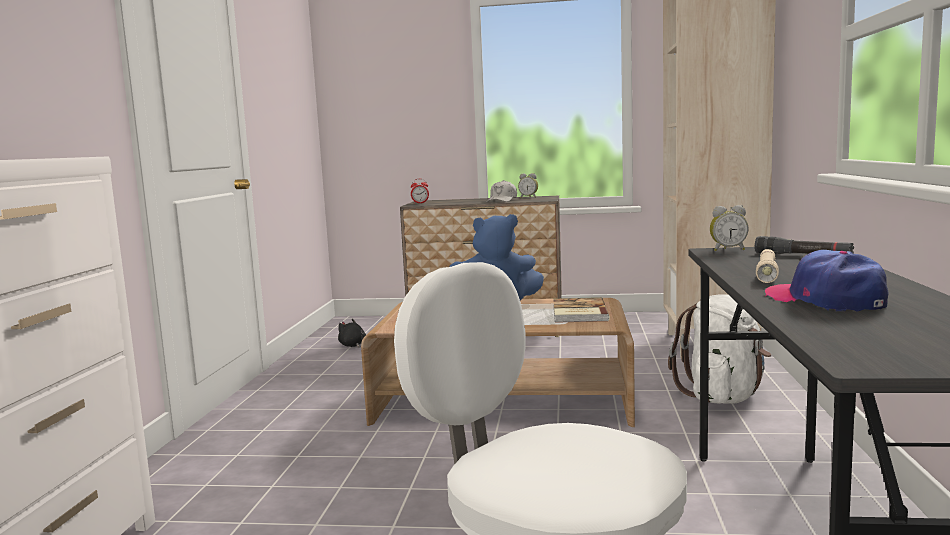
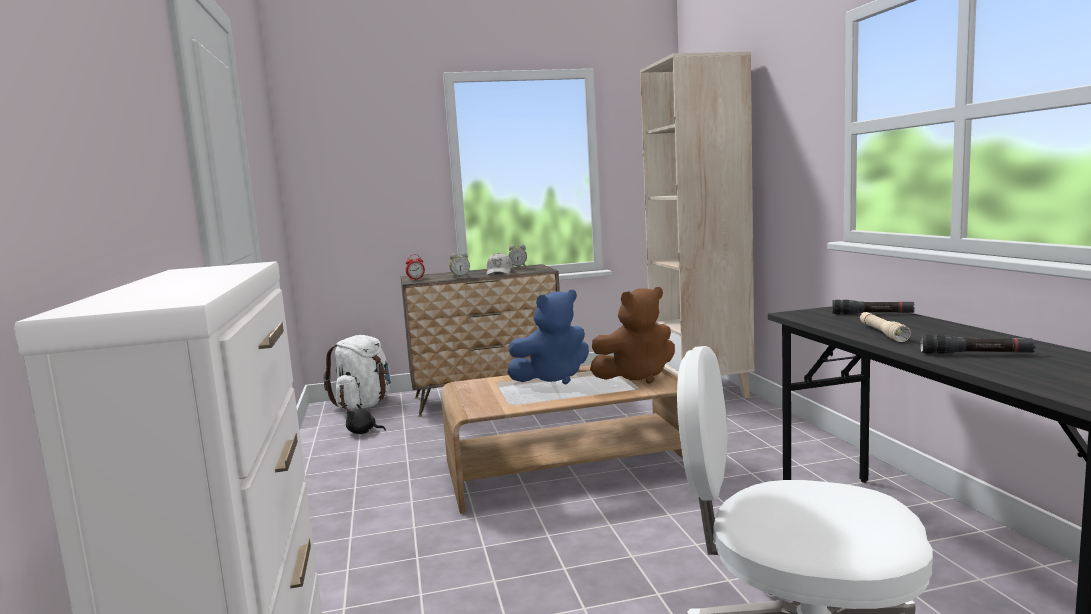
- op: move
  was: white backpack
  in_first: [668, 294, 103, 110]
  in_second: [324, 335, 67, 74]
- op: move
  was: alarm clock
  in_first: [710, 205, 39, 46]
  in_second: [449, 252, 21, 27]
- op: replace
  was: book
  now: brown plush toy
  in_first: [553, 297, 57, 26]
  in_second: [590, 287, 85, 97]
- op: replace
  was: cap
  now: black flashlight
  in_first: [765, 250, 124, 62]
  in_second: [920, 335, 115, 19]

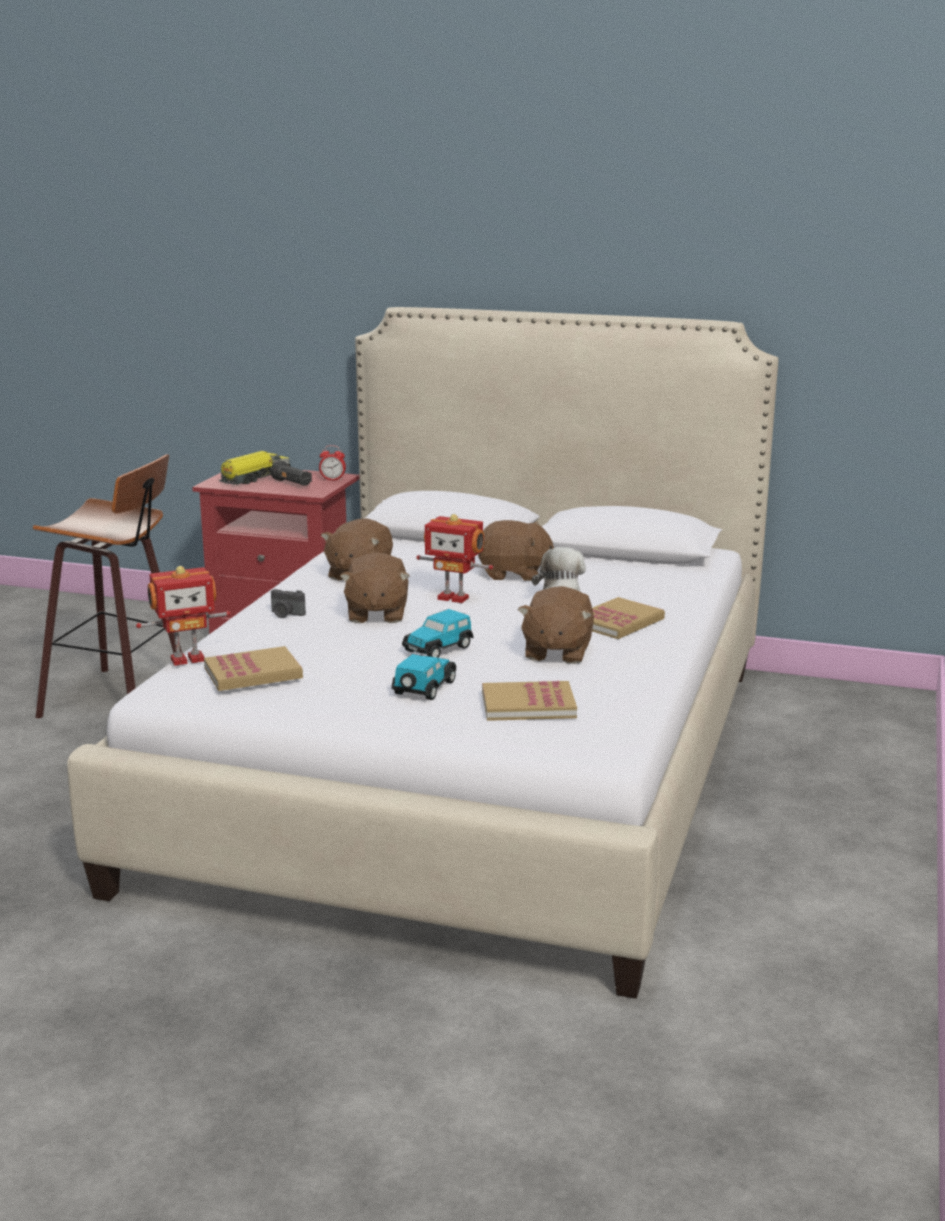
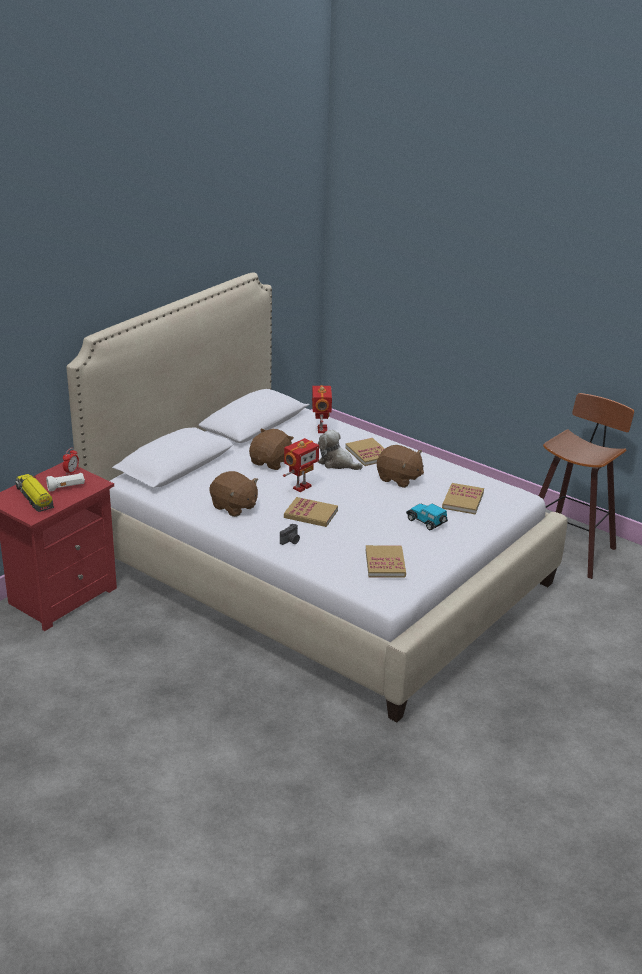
- op: recolor
  was: black flashlight
  now: white flashlight
  in_first: [270, 460, 42, 26]
  in_second: [46, 473, 39, 19]
- op: replace
  was: brown plush toy
  now: book
  in_first: [340, 552, 70, 71]
  in_second: [284, 497, 54, 30]
- op: move
  was: toy robot
  in_first: [136, 566, 95, 100]
  in_second: [312, 385, 20, 48]
- op: move
  was: stool
  in_first: [33, 454, 149, 264]
  in_second: [539, 393, 95, 186]
- op: delete
  was: toy car
  in_first: [402, 609, 72, 49]

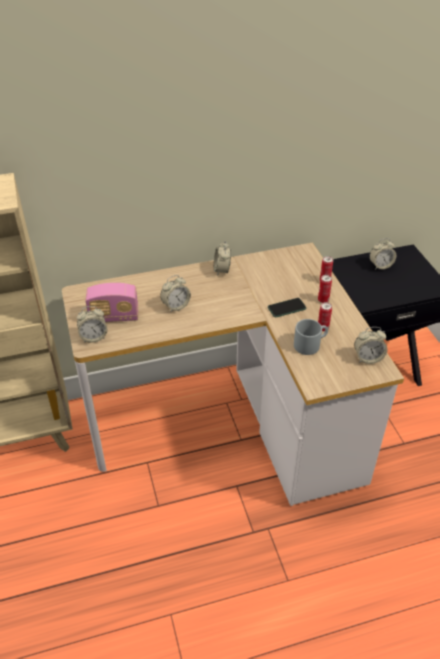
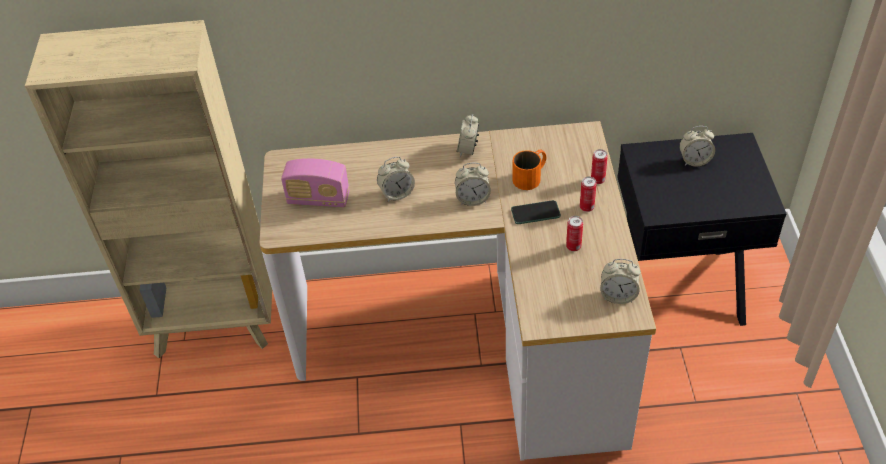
- op: move
  was: alarm clock
  in_first: [77, 306, 30, 37]
  in_second: [455, 163, 36, 43]
- op: insert
  now: orange mug
  in_second: [513, 150, 33, 40]
- op: delete
  was: grey mug
  in_first: [294, 319, 34, 36]

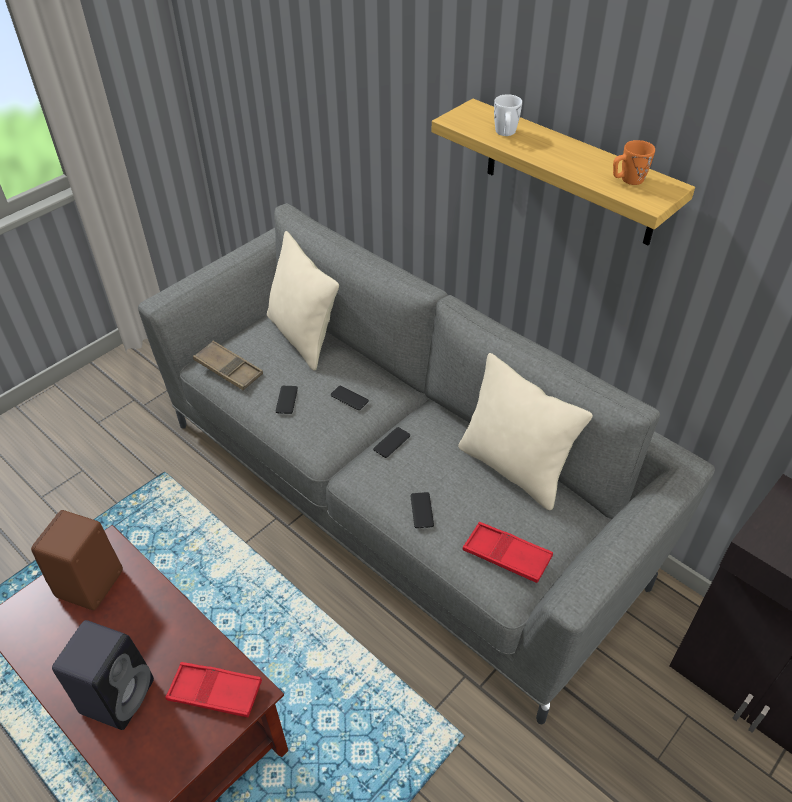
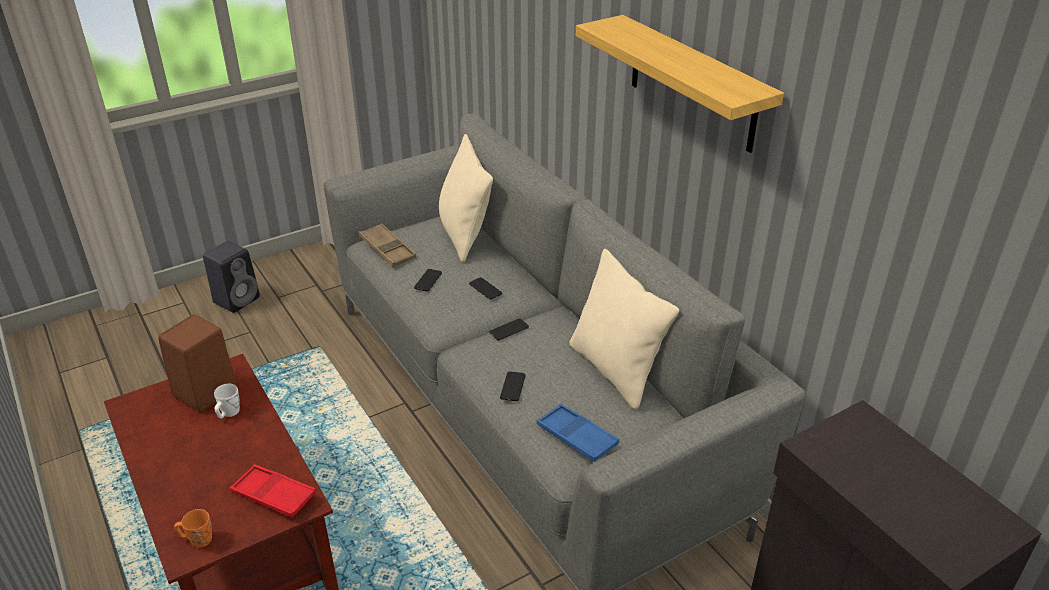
- op: move
  was: orange mug
  in_first: [613, 140, 42, 45]
  in_second: [174, 509, 38, 39]
- op: move
  was: black speaker
  in_first: [52, 620, 102, 110]
  in_second: [203, 241, 57, 72]
- op: move
  was: white mug
  in_first: [494, 94, 28, 42]
  in_second: [214, 384, 26, 34]
- op: recolor
  was: red tray
  now: blue tray
  in_first: [463, 522, 90, 61]
  in_second: [537, 404, 82, 58]

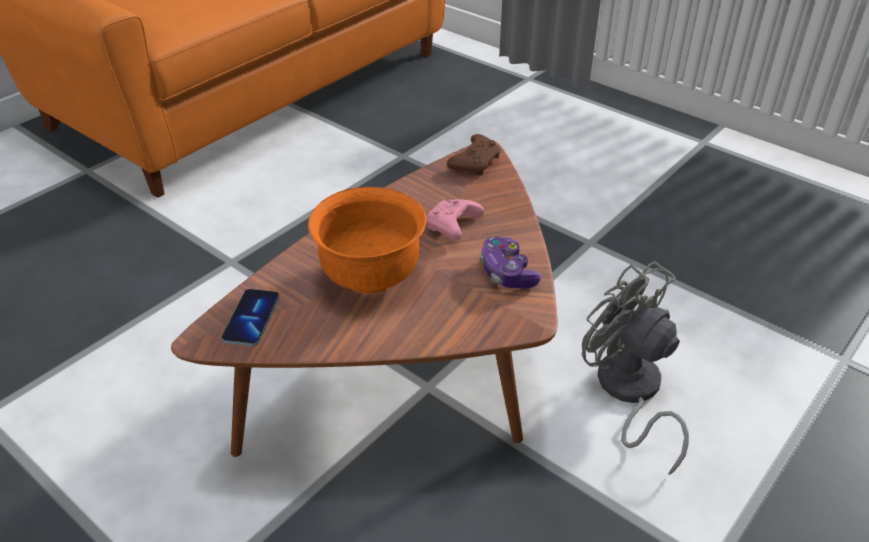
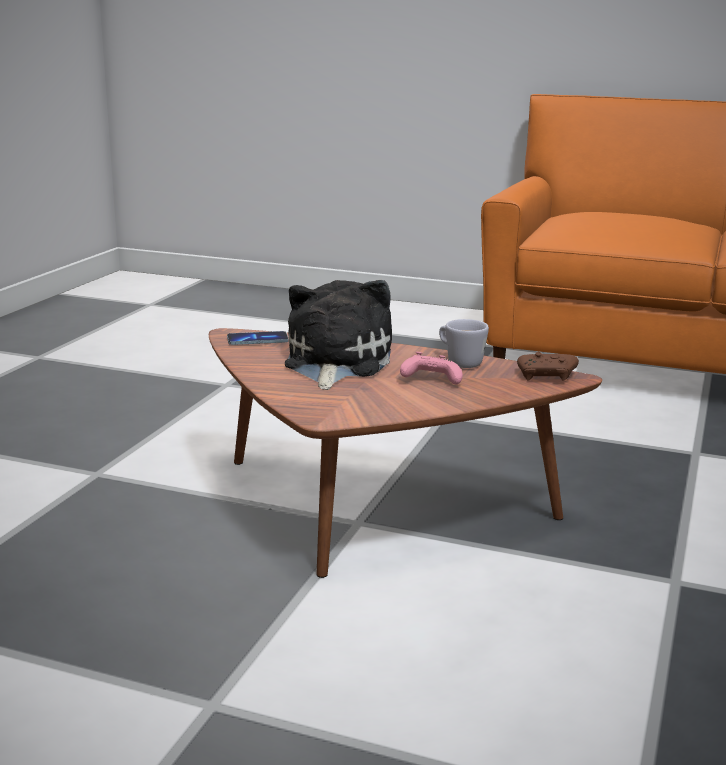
- op: replace
  was: orange bowl
  now: plush toy
  in_first: [308, 187, 118, 107]
  in_second: [285, 280, 107, 110]
- op: insert
  now: white mug
  in_second: [439, 319, 50, 49]
- op: delete
  was: game controller
  in_first: [479, 237, 62, 52]
- op: delete
  was: grey fan
  in_first: [582, 261, 107, 214]

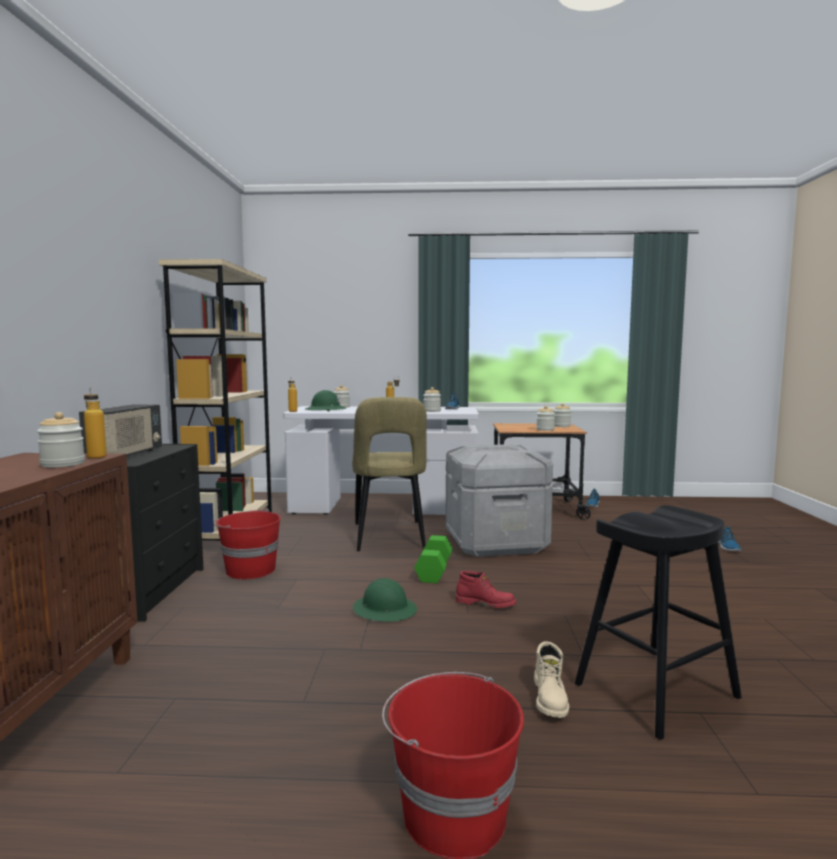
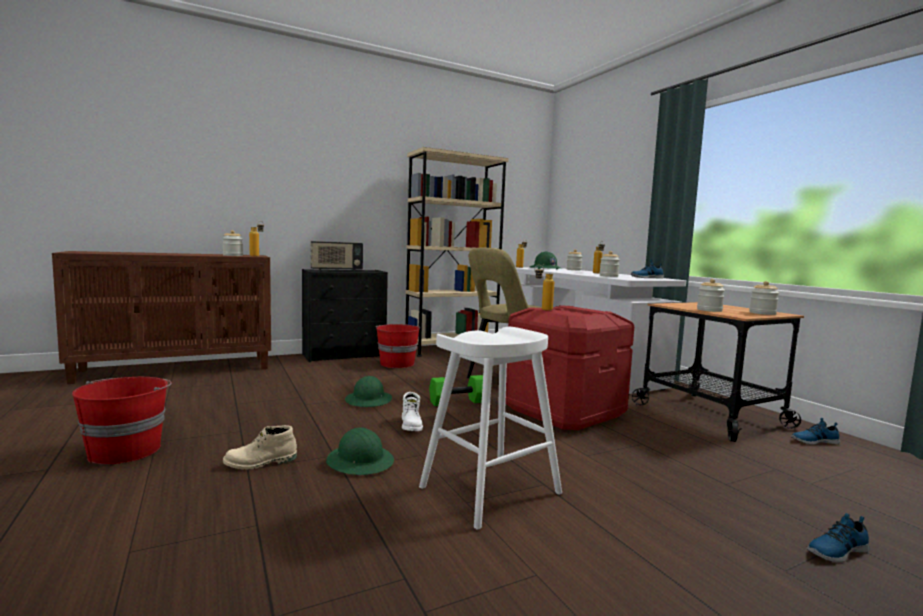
- op: insert
  now: green hard hat
  in_second: [326, 427, 68, 48]
- op: recolor
  was: red boot
  now: white boot
  in_first: [456, 571, 60, 37]
  in_second: [402, 392, 21, 39]
- op: insert
  now: white stool
  in_second: [419, 327, 143, 202]
- op: recolor
  was: grey storage box
  now: red storage box
  in_first: [445, 444, 108, 113]
  in_second: [505, 305, 129, 125]
- op: insert
  now: bottle
  in_second: [535, 265, 19, 46]
- op: delete
  was: black stool
  in_first: [575, 505, 167, 235]

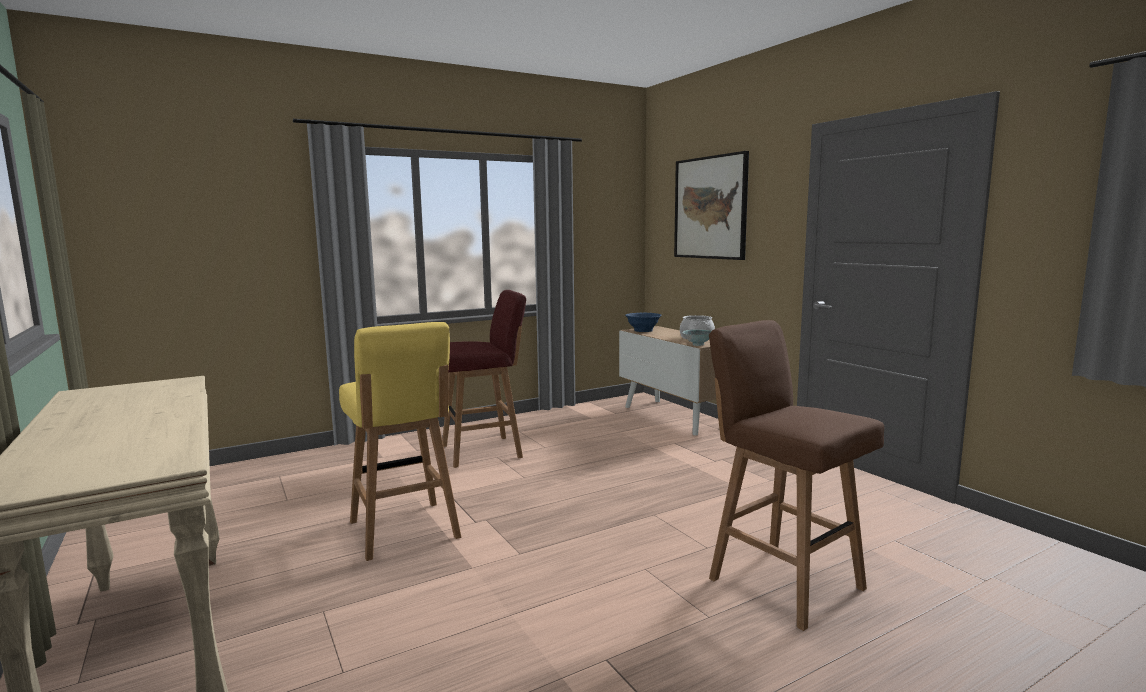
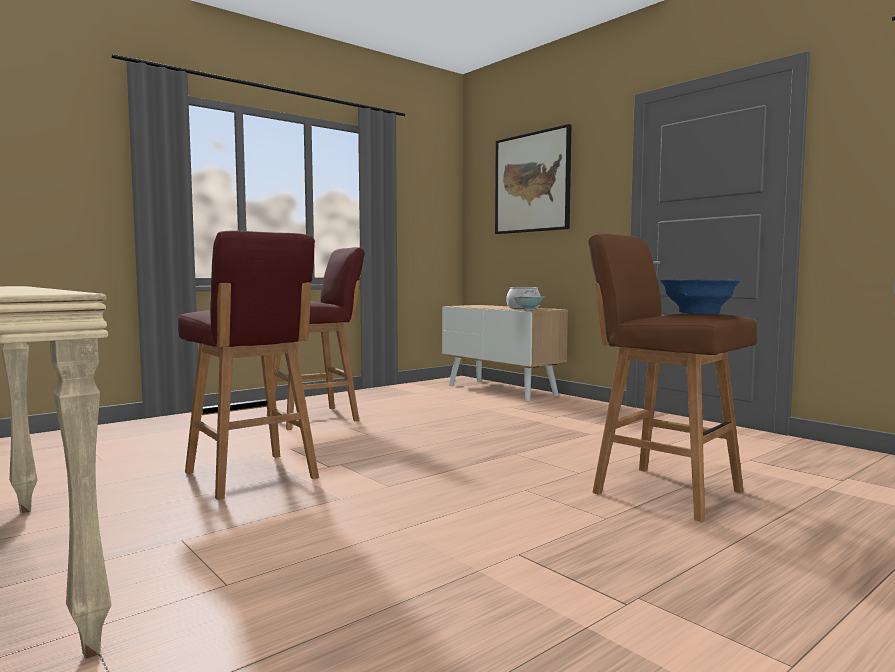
- op: recolor
  was: yellow stool
  now: red stool
  in_first: [339, 322, 122, 239]
  in_second: [178, 231, 141, 269]
- op: move
  was: blue bowl
  in_first: [625, 313, 37, 19]
  in_second: [660, 279, 80, 35]

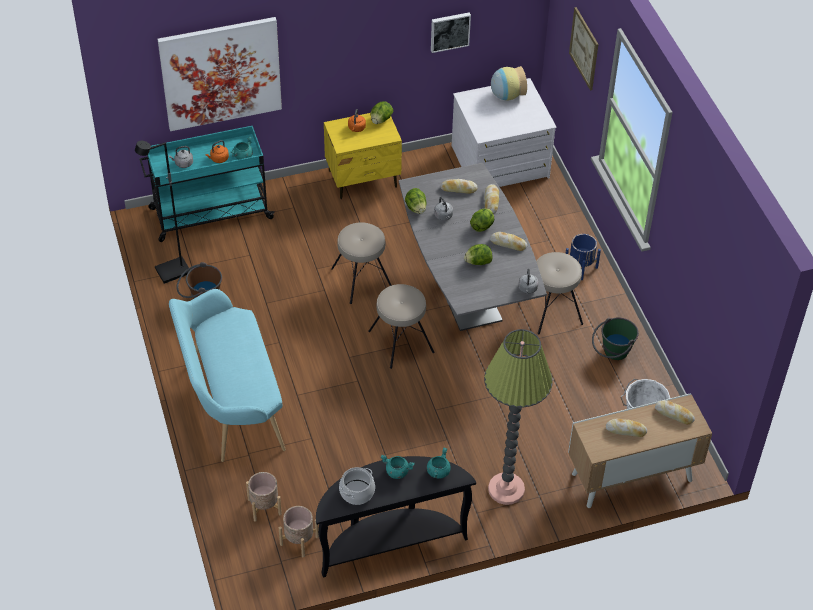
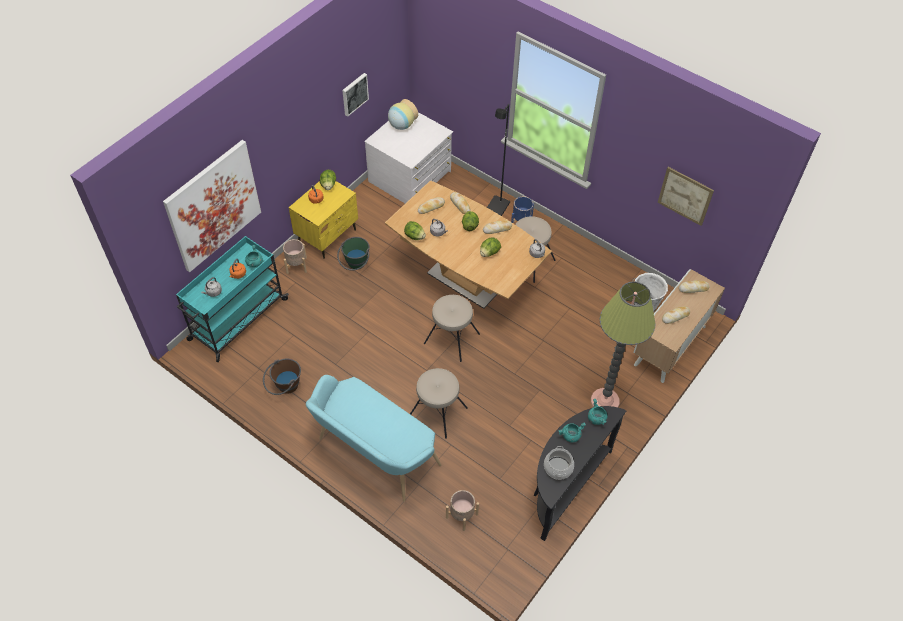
- op: move
  was: beige planter
  in_first: [279, 506, 40, 51]
  in_second: [283, 239, 24, 35]
- op: move
  was: green bucket
  in_first: [592, 317, 47, 43]
  in_second: [337, 237, 33, 33]
- op: recolor
  was: grey dining table
  now: brown dining table
  in_first: [399, 163, 148, 168]
  in_second: [385, 180, 167, 129]
- op: move
  was: beige stool
  in_first: [331, 222, 61, 82]
  in_second: [410, 368, 58, 71]
- op: move
  was: black floor lamp
  in_first: [135, 141, 55, 143]
  in_second: [487, 104, 23, 112]
- op: move
  was: picture
  in_first: [569, 7, 29, 84]
  in_second: [658, 167, 56, 59]

